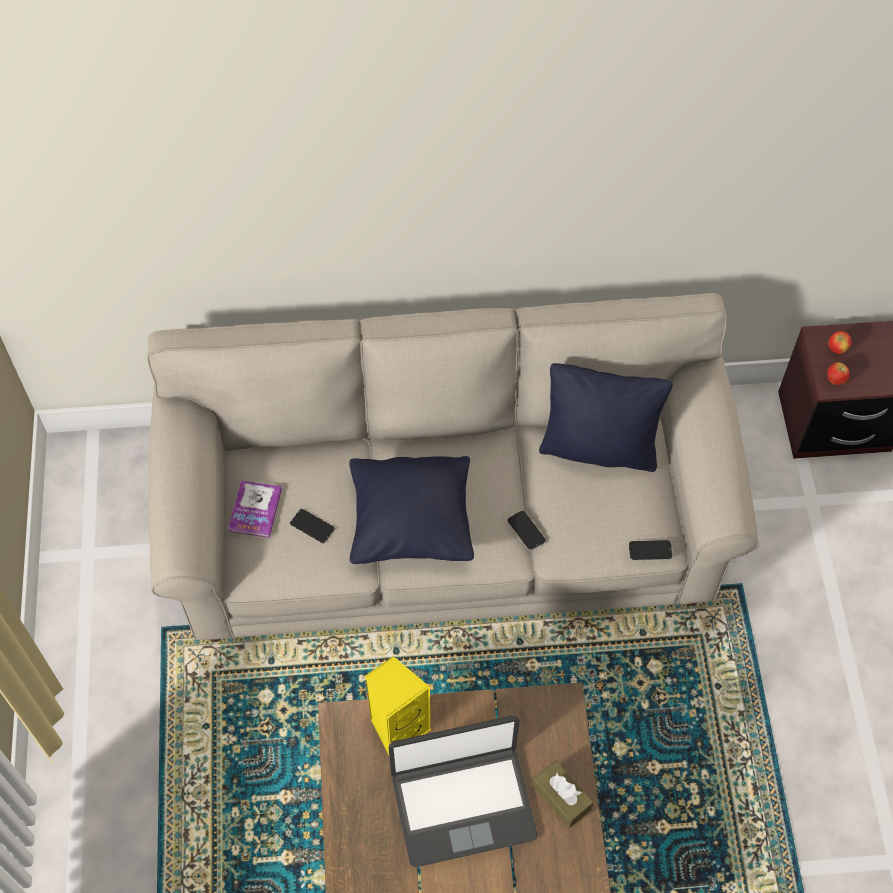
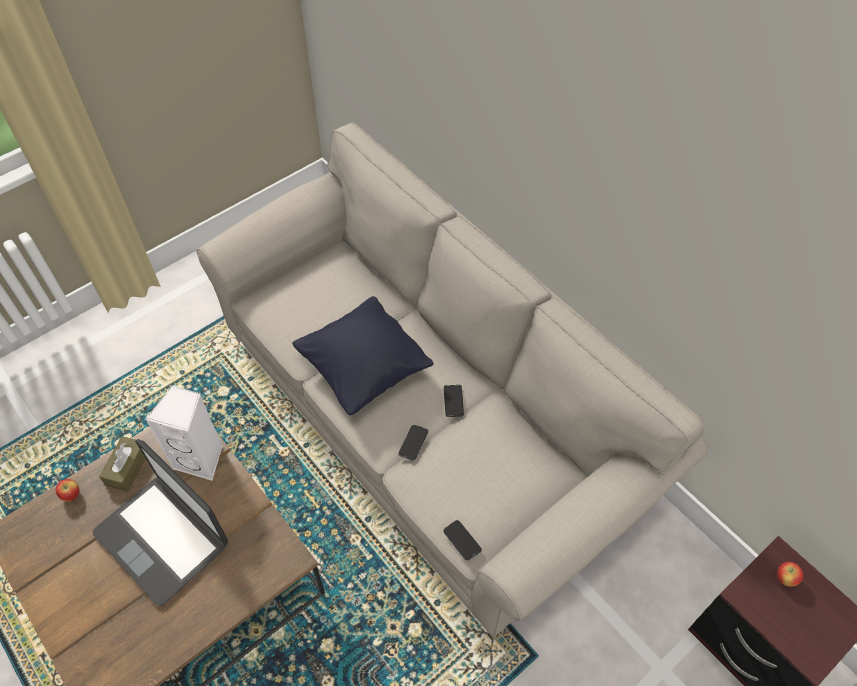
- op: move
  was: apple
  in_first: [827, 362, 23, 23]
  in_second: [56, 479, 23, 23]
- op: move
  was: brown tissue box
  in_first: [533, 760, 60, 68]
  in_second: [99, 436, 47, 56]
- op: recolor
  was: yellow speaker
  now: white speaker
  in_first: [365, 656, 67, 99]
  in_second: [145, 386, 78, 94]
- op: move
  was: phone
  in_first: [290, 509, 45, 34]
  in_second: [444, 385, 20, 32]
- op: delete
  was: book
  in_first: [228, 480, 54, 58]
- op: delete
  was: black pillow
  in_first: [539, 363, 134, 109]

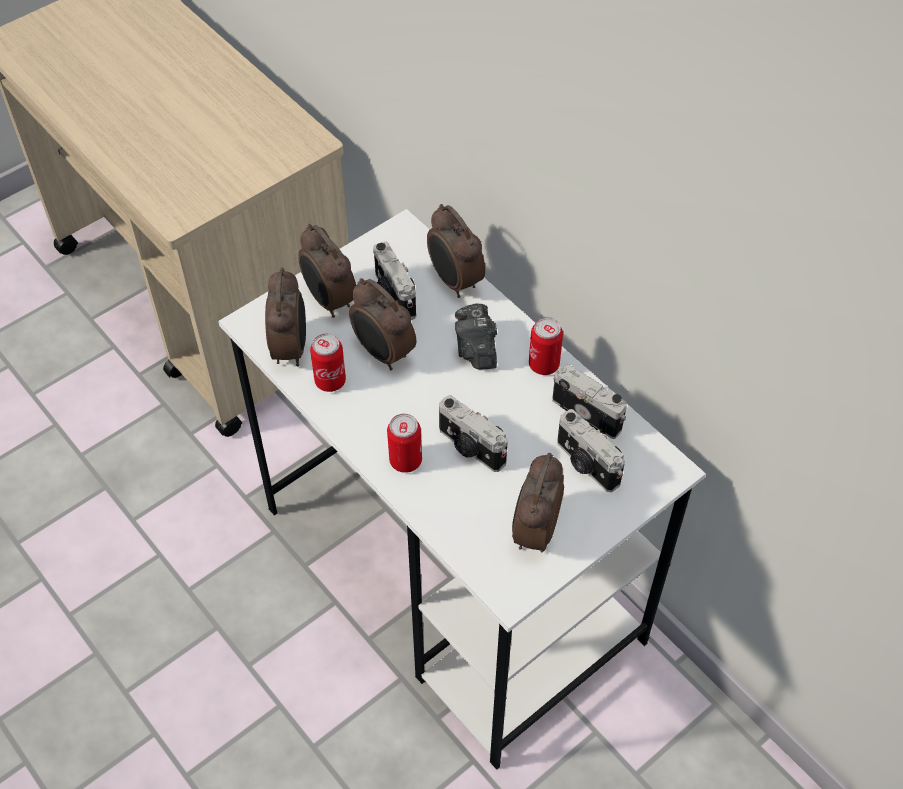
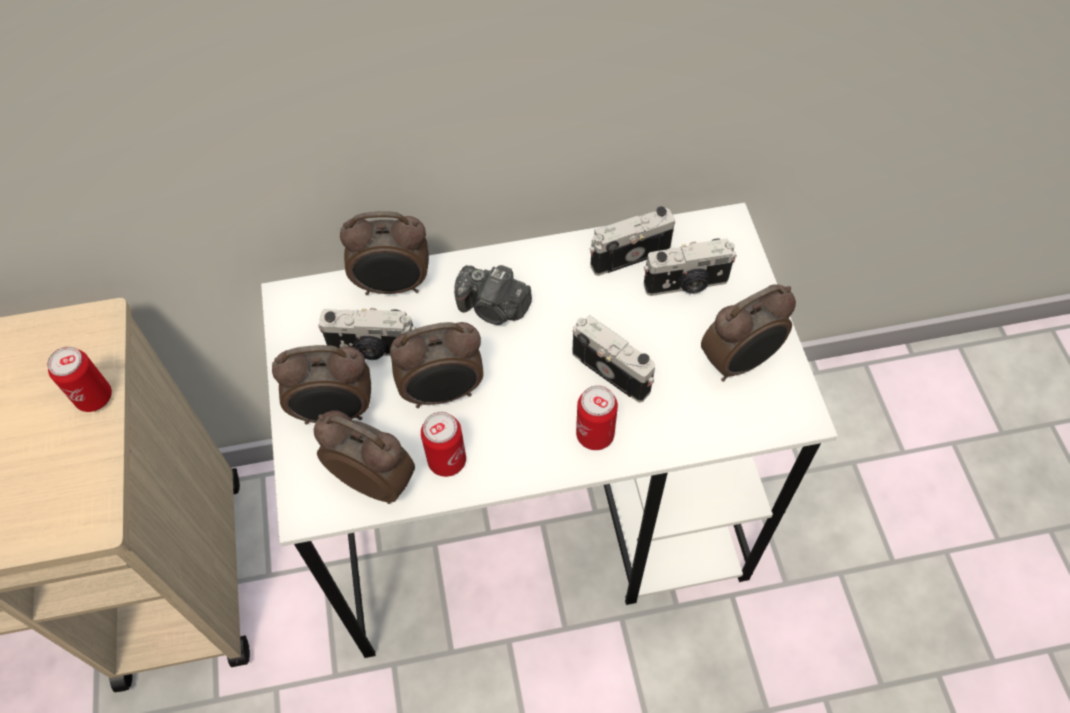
- op: move
  was: can
  in_first: [529, 317, 34, 58]
  in_second: [47, 347, 65, 65]
- op: rotate
  was: photo camera
  in_first: [439, 395, 69, 77]
  in_second: [572, 315, 83, 88]
  clockwise: -120
- op: rotate
  was: alarm clock
  in_first: [512, 453, 52, 100]
  in_second: [701, 285, 95, 97]
  clockwise: -75

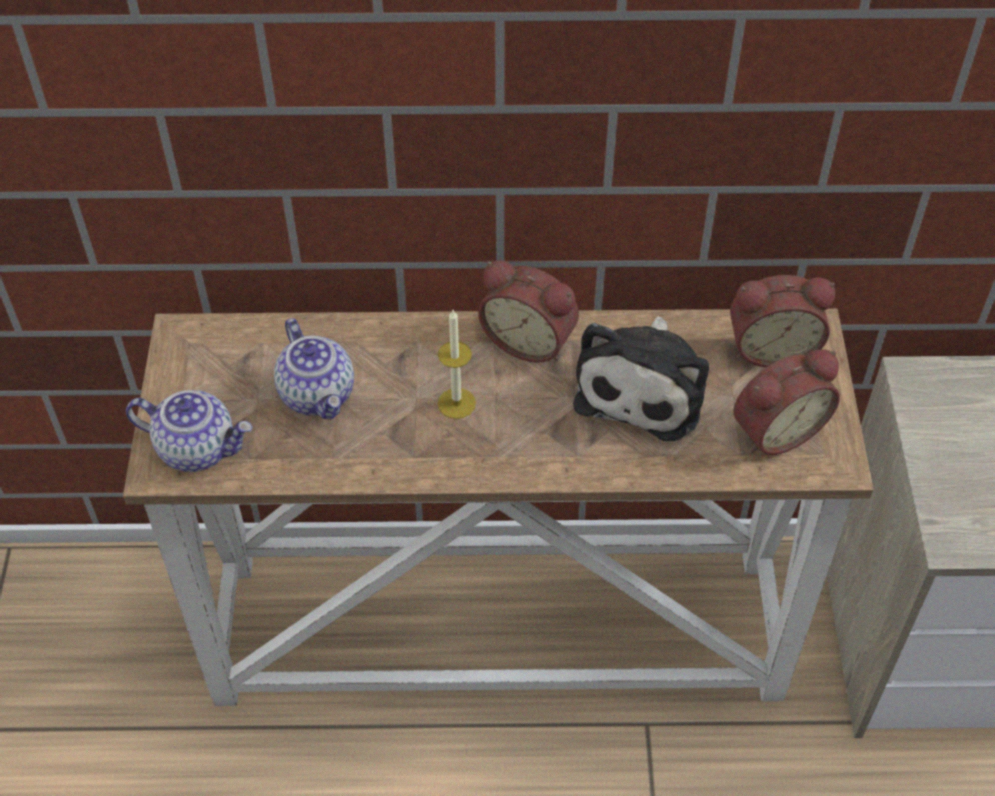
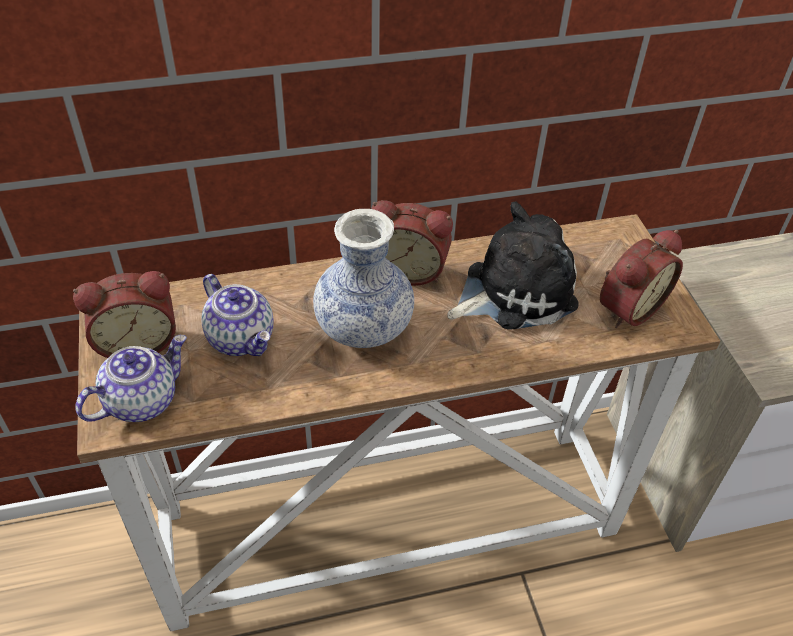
- op: move
  was: alarm clock
  in_first: [730, 275, 105, 92]
  in_second: [73, 271, 103, 87]
- op: rotate
  was: teapot
  in_first: [126, 390, 127, 82]
  in_second: [75, 335, 112, 87]
  clockwise: -45
- op: replace
  was: candle
  now: vase
  in_first: [438, 310, 38, 109]
  in_second: [313, 209, 101, 139]
- op: rotate
  was: plush toy
  in_first: [573, 317, 136, 124]
  in_second: [447, 202, 132, 128]
  clockwise: -120

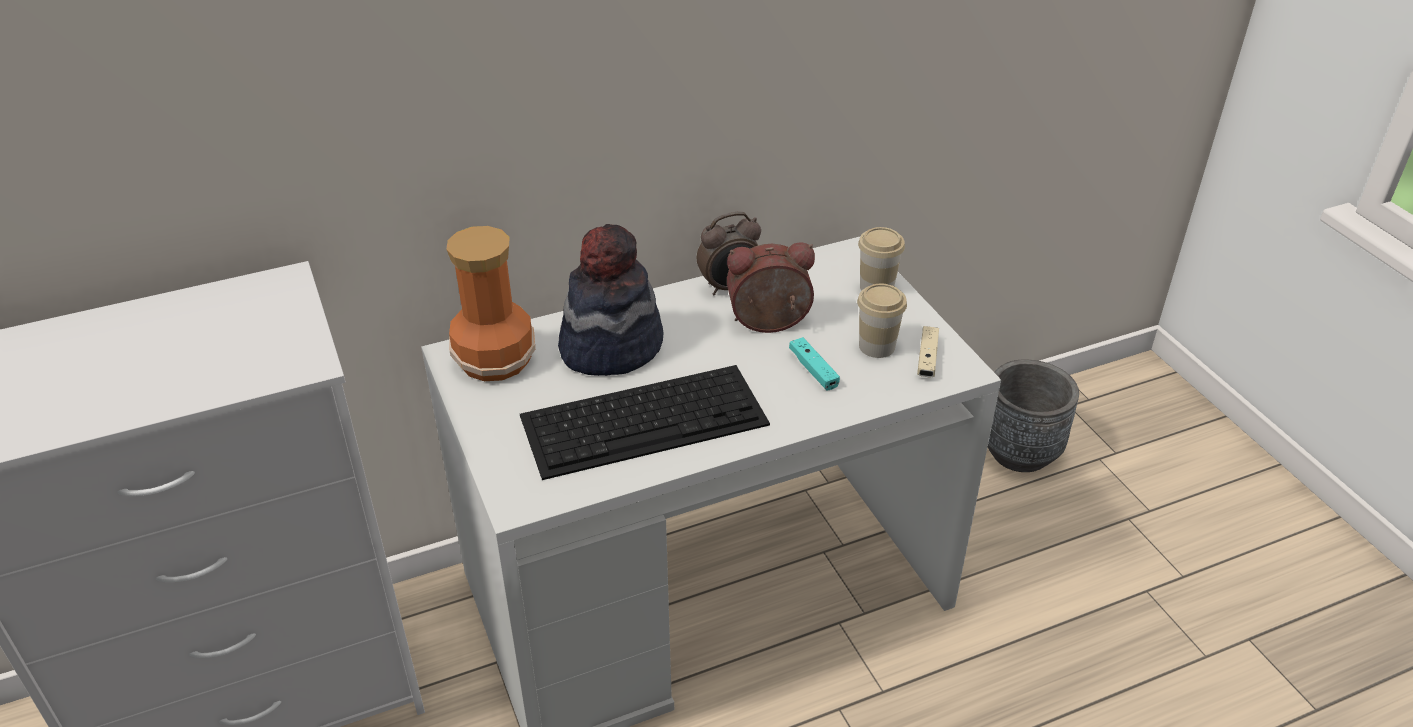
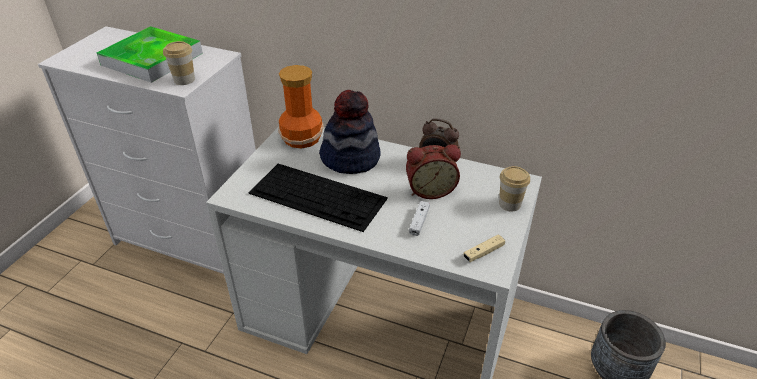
- op: insert
  now: tray
  in_second: [96, 26, 107, 57]
- op: move
  was: cup
  in_first: [857, 284, 50, 74]
  in_second: [163, 41, 32, 44]
- op: rotate
  was: alarm clock
  in_first: [727, 243, 88, 90]
  in_second: [406, 145, 55, 54]
  clockwise: 135
- op: recolor
  was: turquoise game controller
  now: white game controller
  in_first: [789, 337, 51, 53]
  in_second: [409, 201, 21, 35]

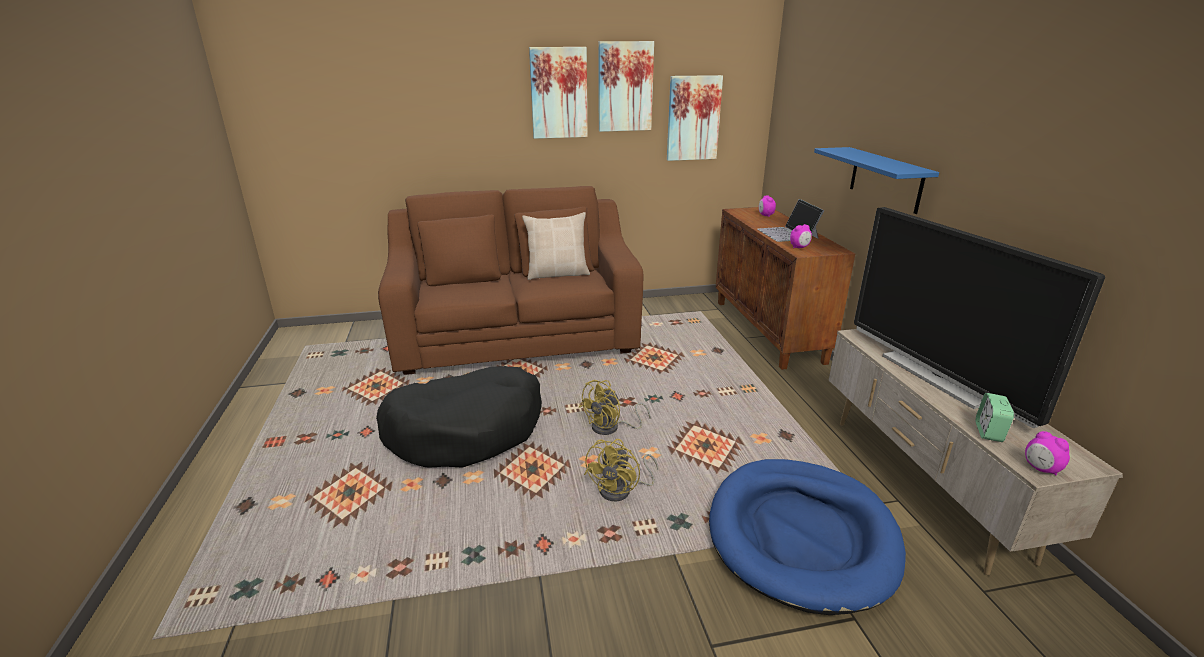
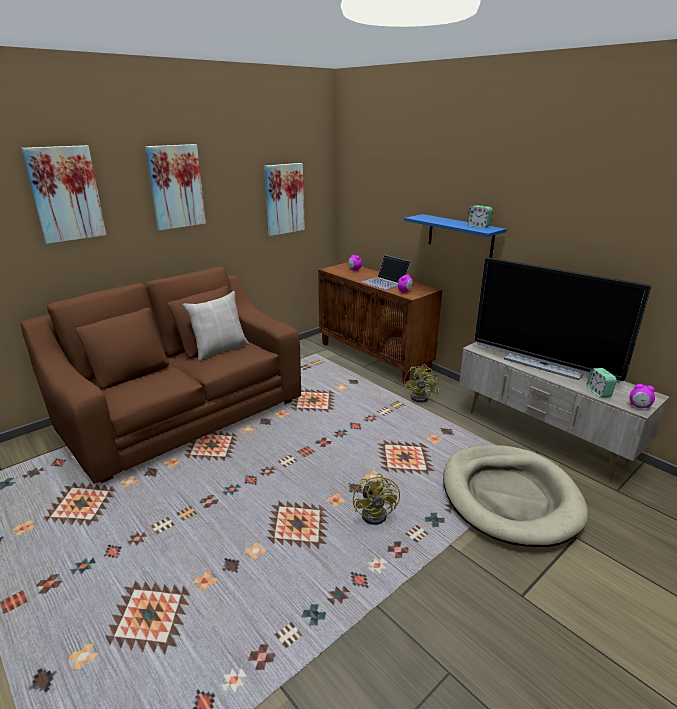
- op: move
  was: picture
  in_first: [598, 41, 56, 91]
  in_second: [21, 145, 85, 99]
- op: move
  was: yellow fan
  in_first: [579, 380, 72, 55]
  in_second: [404, 364, 35, 39]
- op: recolor
  was: blue dog bed
  now: beige dog bed
  in_first: [709, 459, 197, 156]
  in_second: [443, 445, 145, 102]
- op: insert
  now: alarm clock
  in_second: [467, 205, 26, 23]
- op: delete
  was: black dog bed
  in_first: [376, 366, 166, 102]

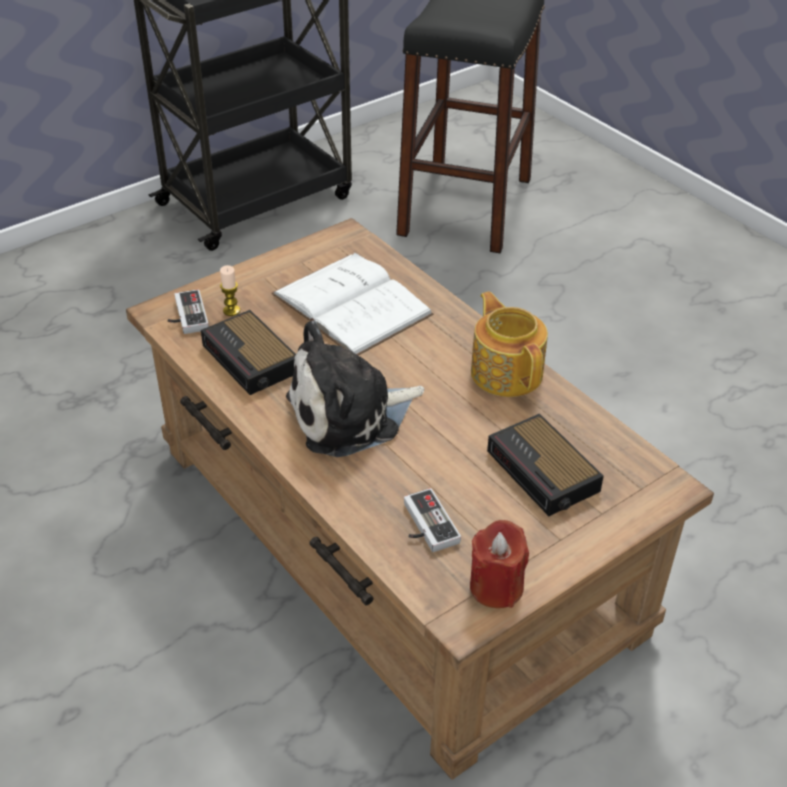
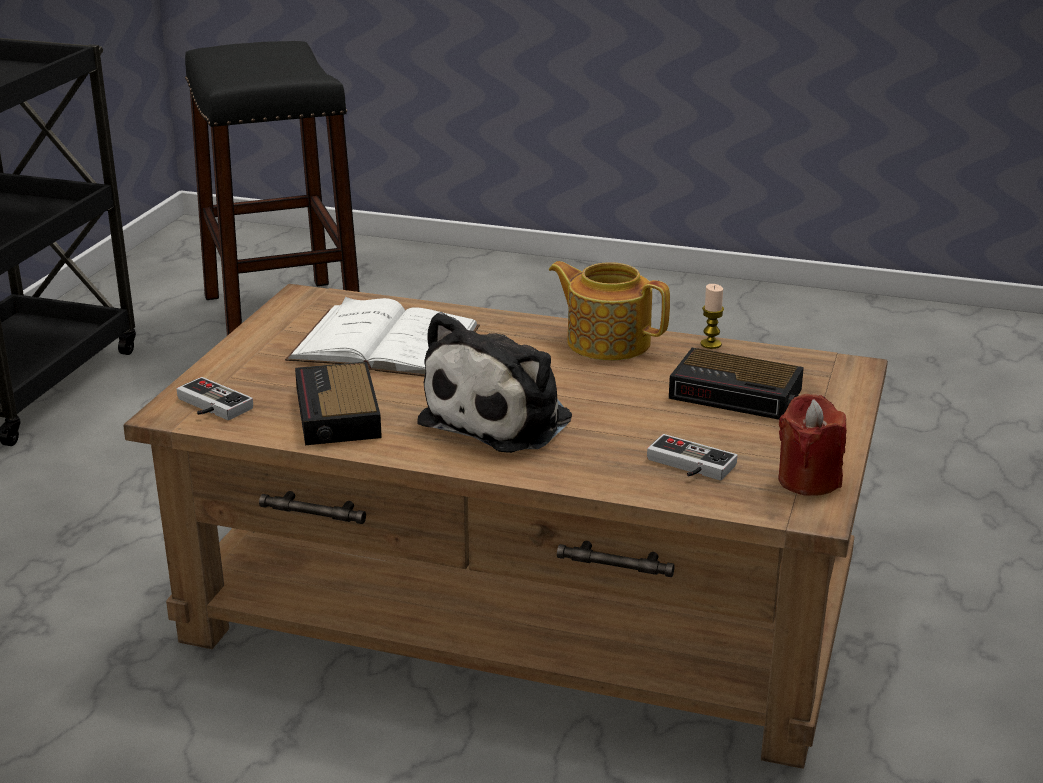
- op: rotate
  was: alarm clock
  in_first: [201, 310, 95, 85]
  in_second: [295, 362, 87, 83]
  clockwise: 60
- op: move
  was: candle
  in_first: [220, 265, 20, 51]
  in_second: [700, 284, 24, 65]

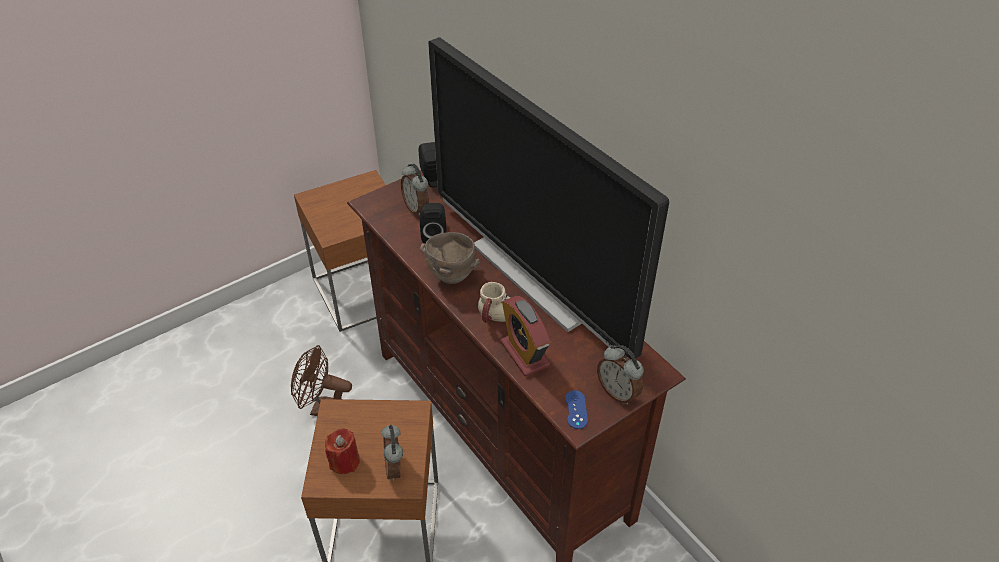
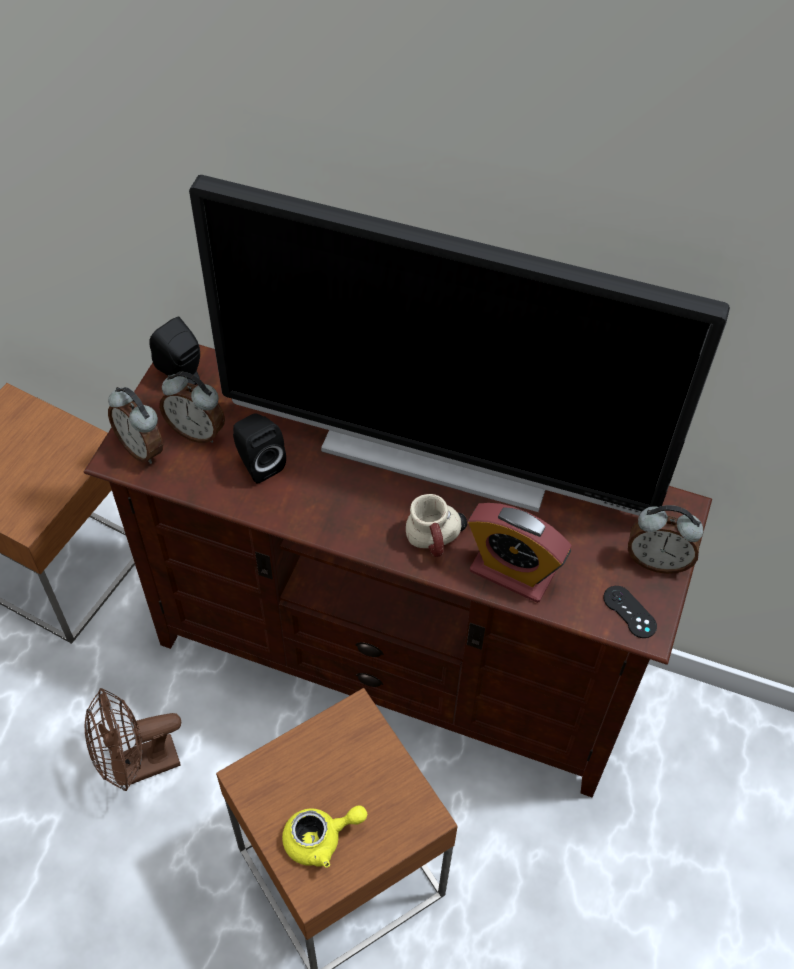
- op: move
  was: alarm clock
  in_first: [381, 425, 22, 56]
  in_second: [108, 387, 55, 77]
- op: replace
  was: red candle
  now: yellow teapot
  in_first: [325, 428, 35, 46]
  in_second: [282, 805, 85, 63]
- op: recolor
  was: blue game controller
  now: black game controller
  in_first: [565, 390, 23, 39]
  in_second: [603, 586, 54, 52]
- op: delete
  was: brown bowl
  in_first: [420, 232, 60, 52]

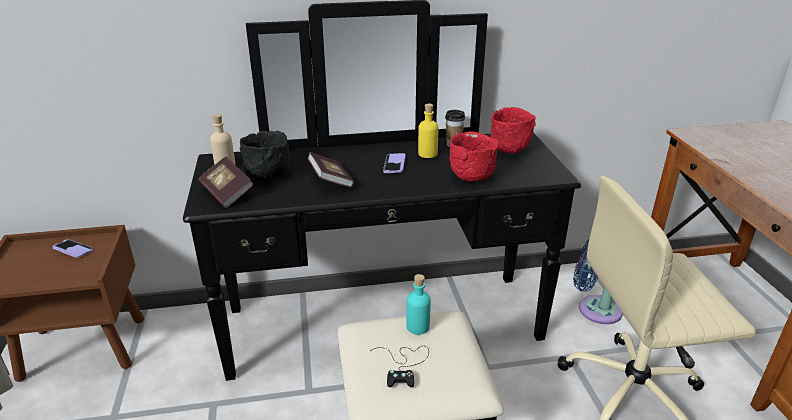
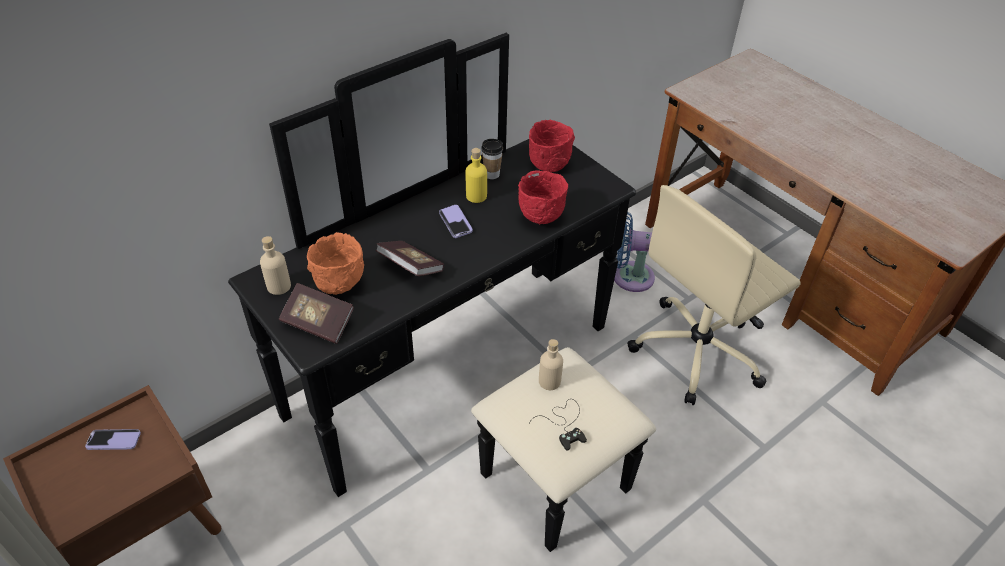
- op: recolor
  was: black bowl
  now: orange bowl
  in_first: [240, 130, 50, 50]
  in_second: [307, 232, 57, 63]
- op: recolor
  was: turquoise bottle
  now: beige bottle
  in_first: [407, 274, 24, 61]
  in_second: [539, 339, 24, 51]

